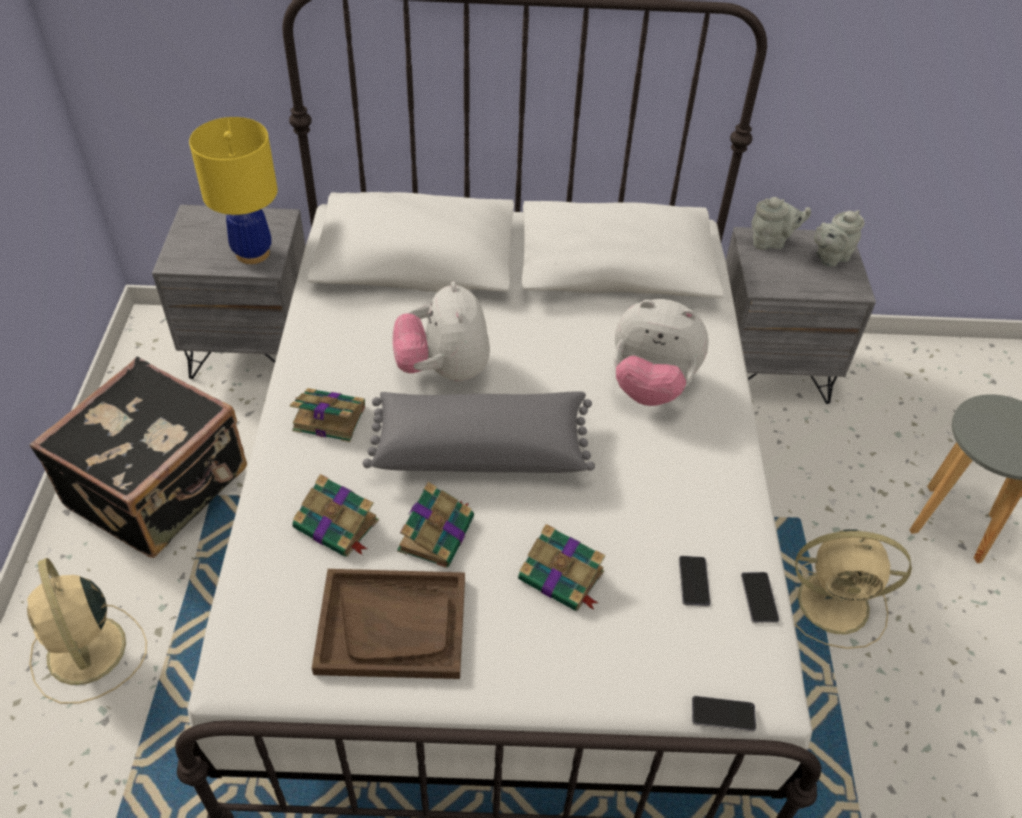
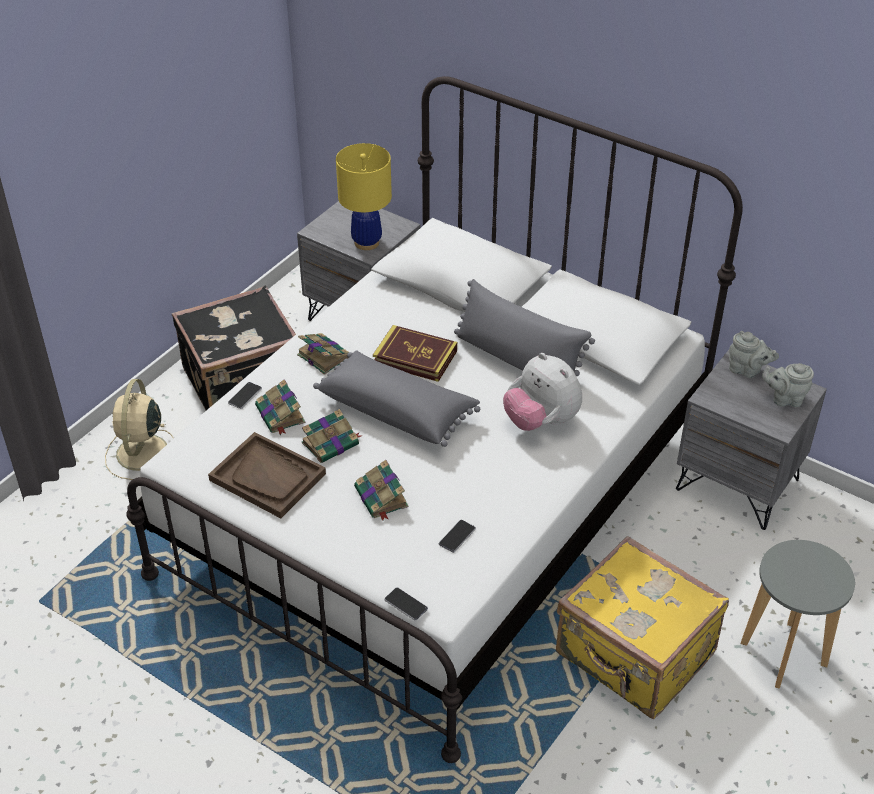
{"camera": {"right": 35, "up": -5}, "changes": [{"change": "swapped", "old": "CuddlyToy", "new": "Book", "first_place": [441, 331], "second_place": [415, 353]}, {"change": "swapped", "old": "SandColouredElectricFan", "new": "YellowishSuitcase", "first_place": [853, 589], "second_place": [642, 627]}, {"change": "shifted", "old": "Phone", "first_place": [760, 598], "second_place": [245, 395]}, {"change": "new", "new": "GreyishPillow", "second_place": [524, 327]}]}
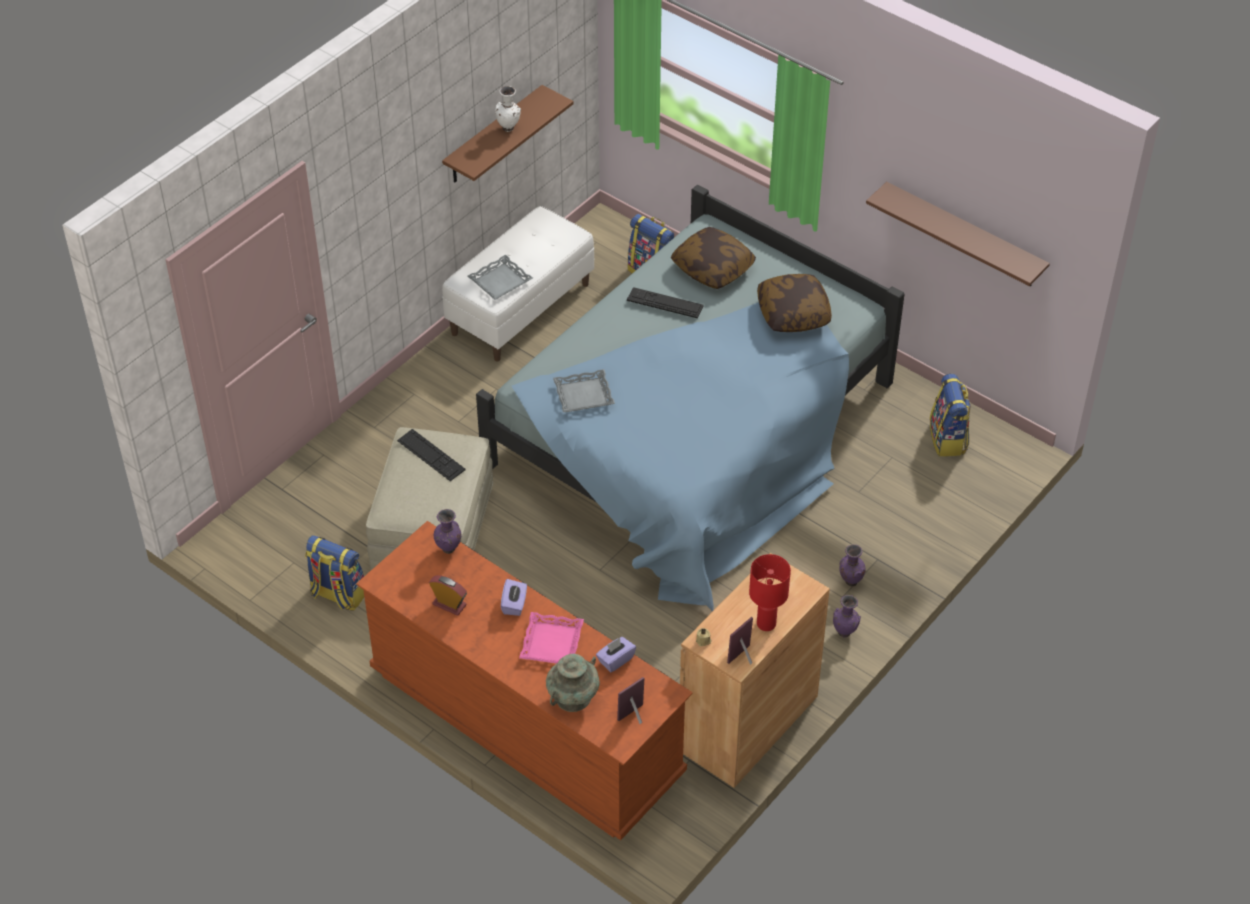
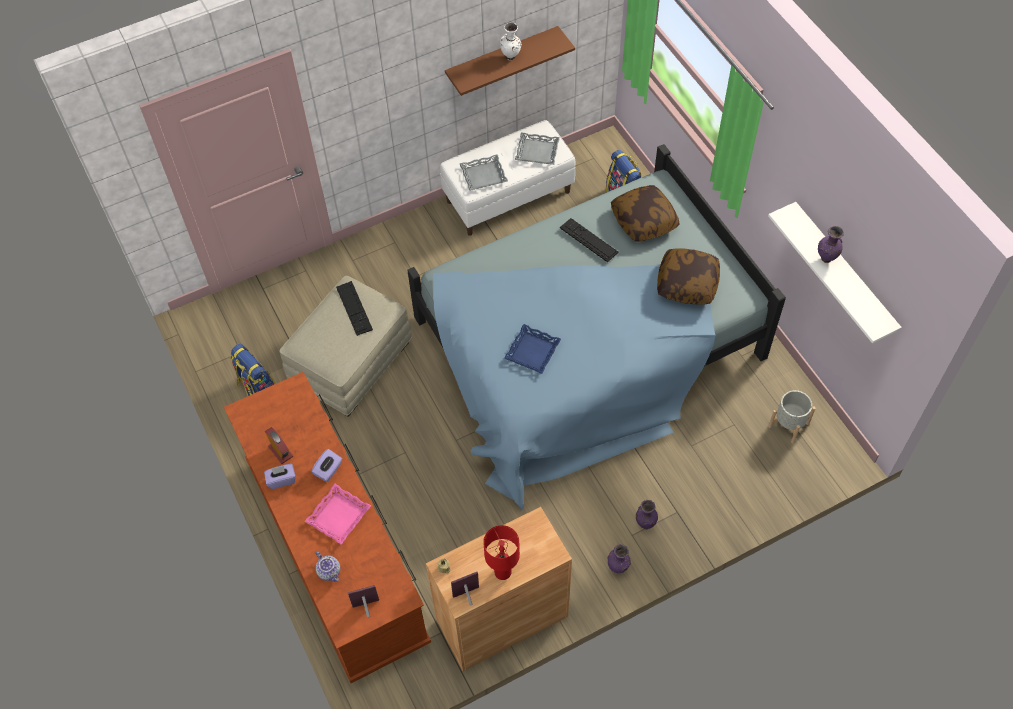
{"camera": {"right": 25, "up": 10}, "changes": [{"change": "repainted", "old": "BrownWallShelf", "new": "WhiteColouredWallShelf", "first_place": [958, 234], "second_place": [835, 272]}, {"change": "shifted", "old": "GreyishTray", "first_place": [584, 390], "second_place": [537, 149]}, {"change": "swapped", "old": "Backpack", "new": "GreyishPlantPot", "first_place": [950, 415], "second_place": [792, 416]}, {"change": "shifted", "old": "PurplishDecorativeVase", "first_place": [447, 531], "second_place": [831, 244]}, {"change": "shifted", "old": "PurplishTissueBox", "first_place": [616, 654], "second_place": [280, 476]}, {"change": "swapped", "old": "BlueGreenDecorativeVase", "new": "PotForTea", "first_place": [573, 683], "second_place": [328, 566]}, {"change": "new", "new": "BluishTray", "second_place": [532, 349]}]}
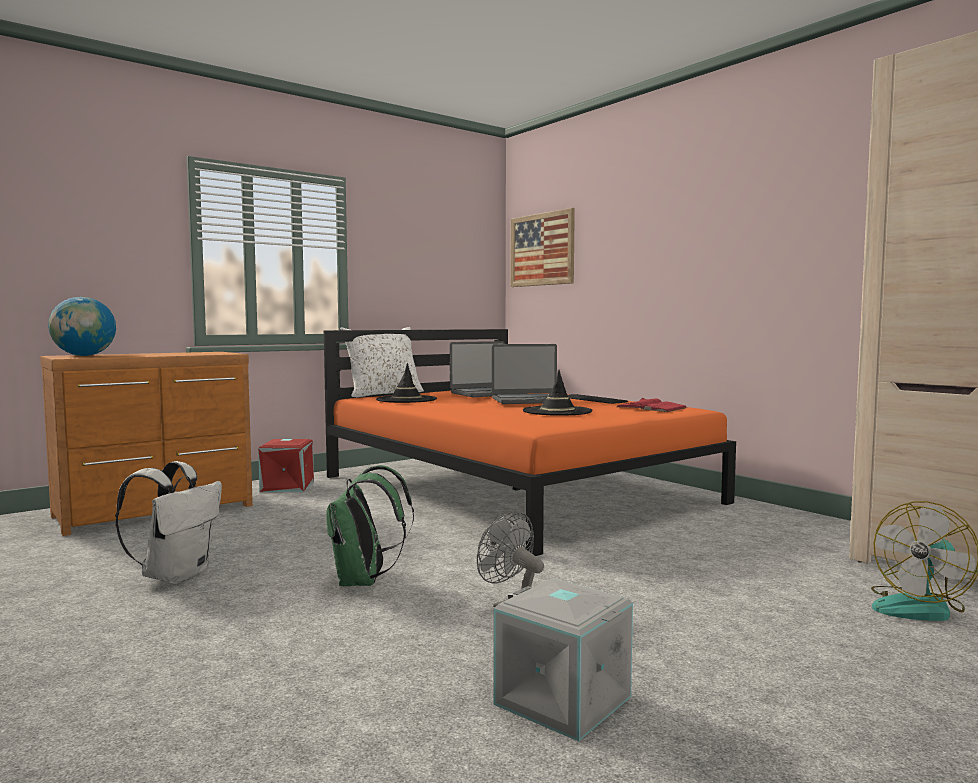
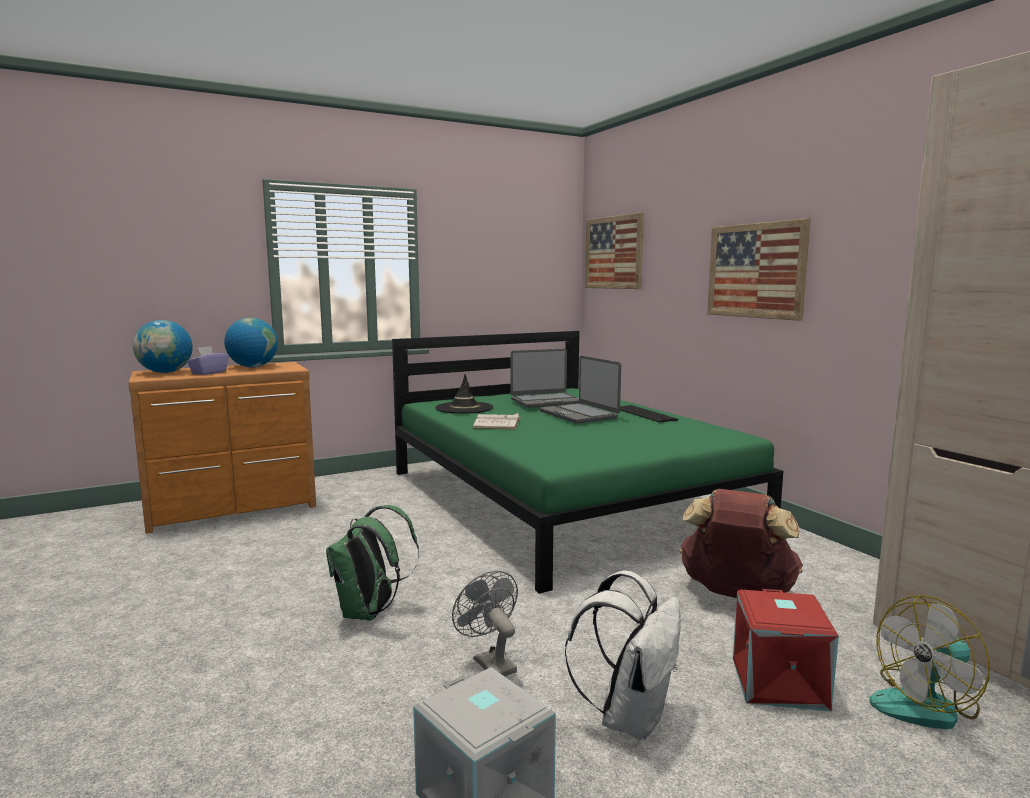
{"camera": {"right": 10, "up": 5}, "changes": [{"change": "gone", "old": "WhiteColouredPillow", "first_place": [382, 362]}, {"change": "repainted", "old": "OrangeBed", "new": "GreenColouredBed", "first_place": [530, 442], "second_place": [587, 462]}, {"change": "rotated", "old": "PortableComputer", "first_place": [524, 374], "second_place": [580, 390], "degrees": 60}, {"change": "gone", "old": "BlackishHat", "first_place": [557, 393]}, {"change": "gone", "old": "RedBook", "first_place": [652, 405]}, {"change": "shifted", "old": "RedStorageBin", "first_place": [286, 465], "second_place": [786, 650]}, {"change": "shifted", "old": "WhiteColouredBackpack", "first_place": [168, 522], "second_place": [623, 656]}, {"change": "new", "new": "WallPicture", "second_place": [759, 269]}, {"change": "new", "new": "DeskGlobe", "second_place": [251, 342]}, {"change": "new", "new": "PurplishTissueBox", "second_place": [207, 360]}, {"change": "new", "new": "WhiteColouredBook", "second_place": [496, 421]}, {"change": "new", "new": "BrownBackpack", "second_place": [741, 543]}]}
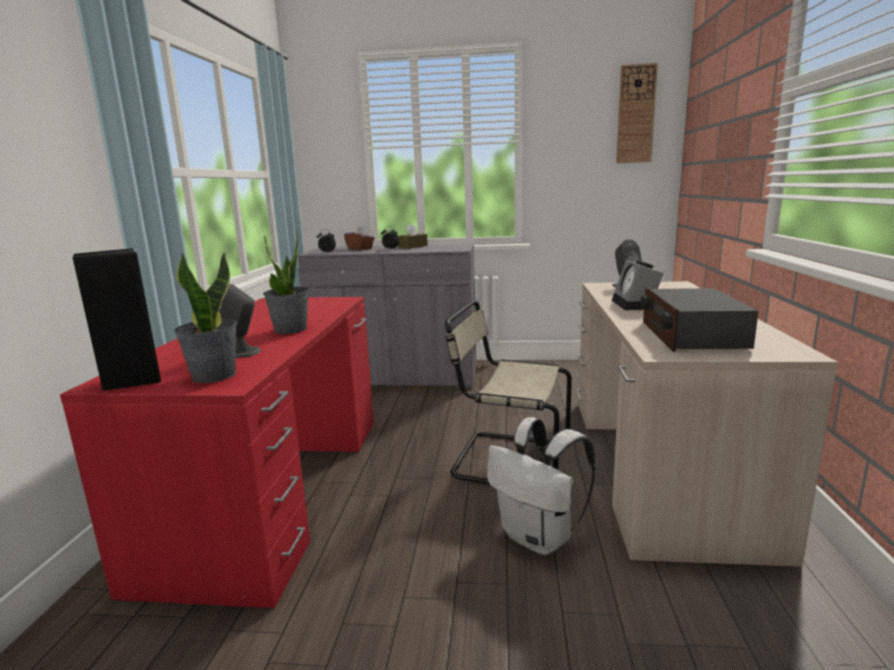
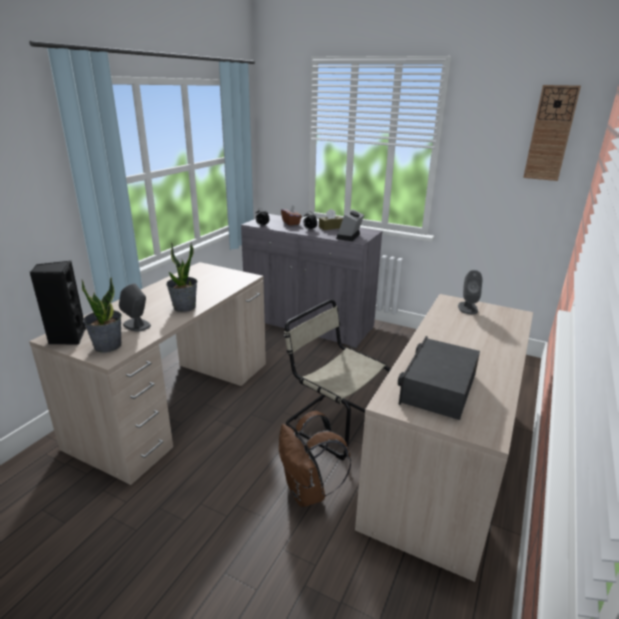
{"camera": {"right": 20, "up": 10}, "changes": [{"change": "shifted", "old": "AlarmClock", "first_place": [638, 284], "second_place": [350, 225]}, {"change": "repainted", "old": "RedDeskUnit", "new": "SandColouredDeskUnit", "first_place": [217, 452], "second_place": [147, 373]}, {"change": "repainted", "old": "WhiteColouredBackpack", "new": "BrownBackpack", "first_place": [541, 486], "second_place": [315, 459]}]}
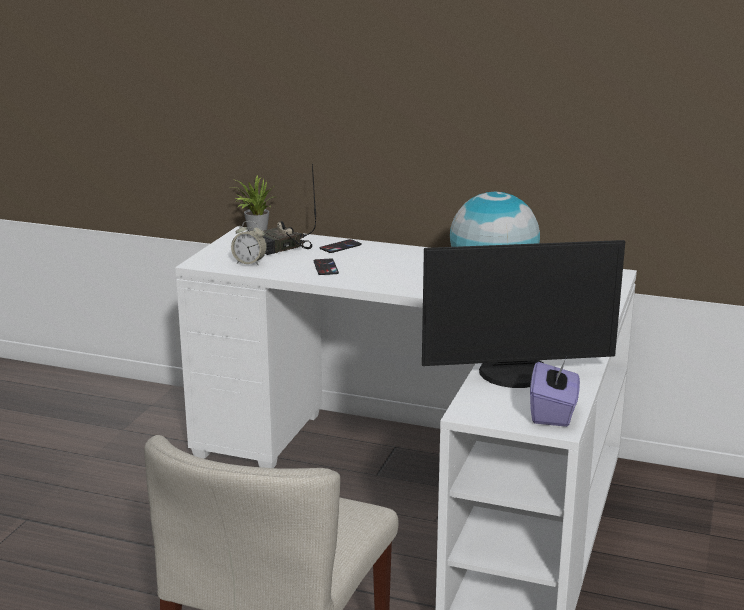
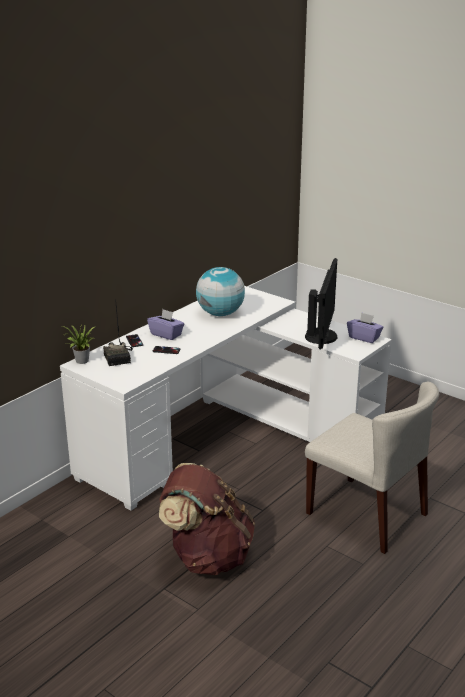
{"camera": {"right": -70, "up": 5}, "changes": [{"change": "gone", "old": "AlarmClock", "first_place": [249, 243]}, {"change": "new", "new": "PurplishTissueBox", "second_place": [165, 324]}, {"change": "new", "new": "BrownBackpack", "second_place": [207, 519]}]}
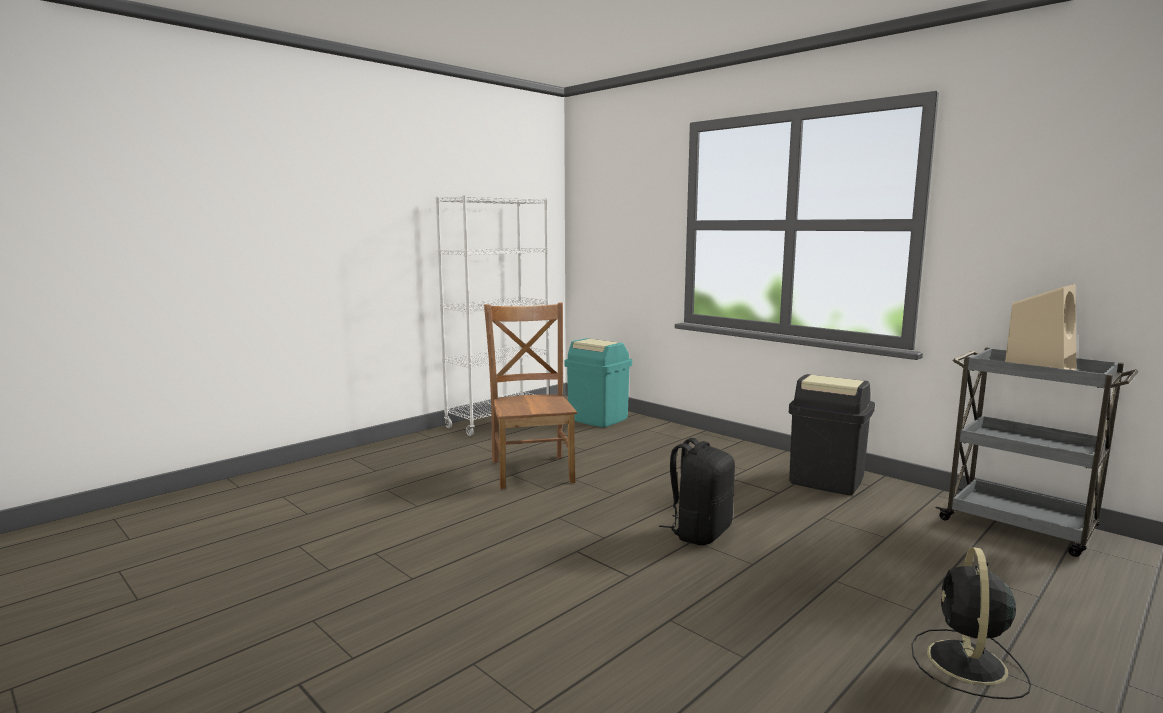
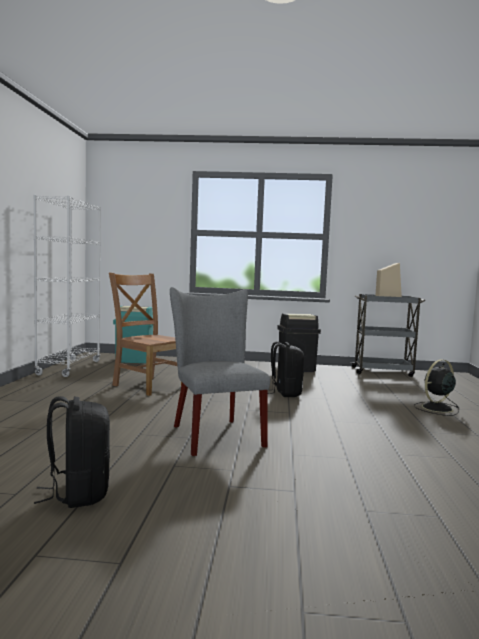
{"camera": {"right": -40, "up": -5}, "changes": [{"change": "rotated", "old": "BlackishElectricFan", "first_place": [971, 623], "second_place": [436, 387], "degrees": 75}, {"change": "new", "new": "GreyishChair", "second_place": [220, 371]}, {"change": "new", "new": "BlackishBackpack", "second_place": [72, 452]}]}
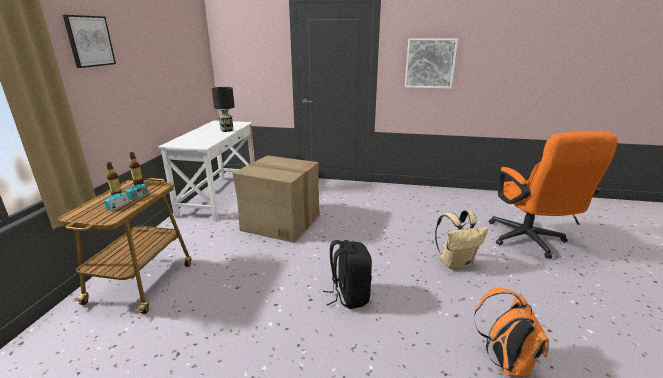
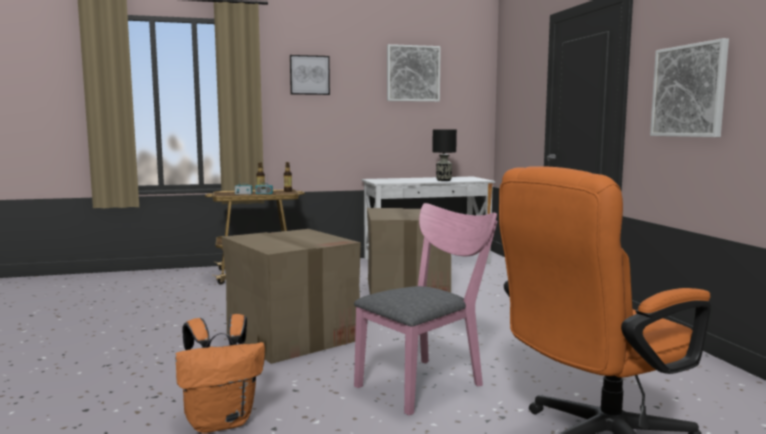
{"camera": {"right": 65, "up": -15}, "changes": [{"change": "swapped", "old": "SandColouredBackpack", "new": "PinkColouredChair", "first_place": [461, 240], "second_place": [426, 309]}, {"change": "swapped", "old": "BlackishBackpack", "new": "Carton", "first_place": [347, 274], "second_place": [291, 296]}, {"change": "new", "new": "WallPicture", "second_place": [414, 73]}]}
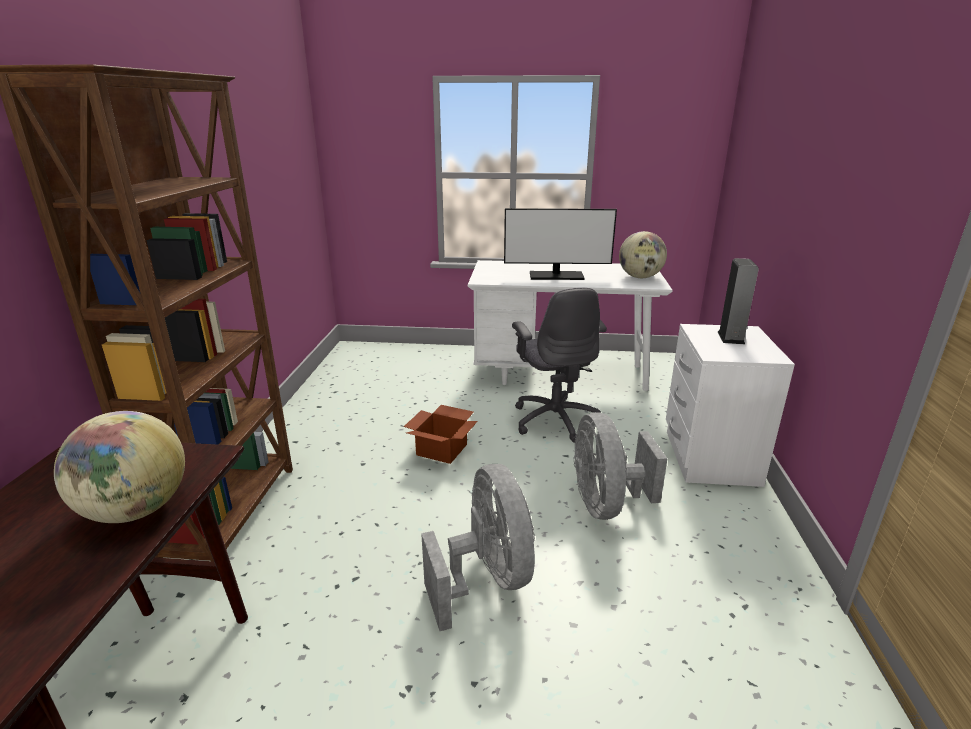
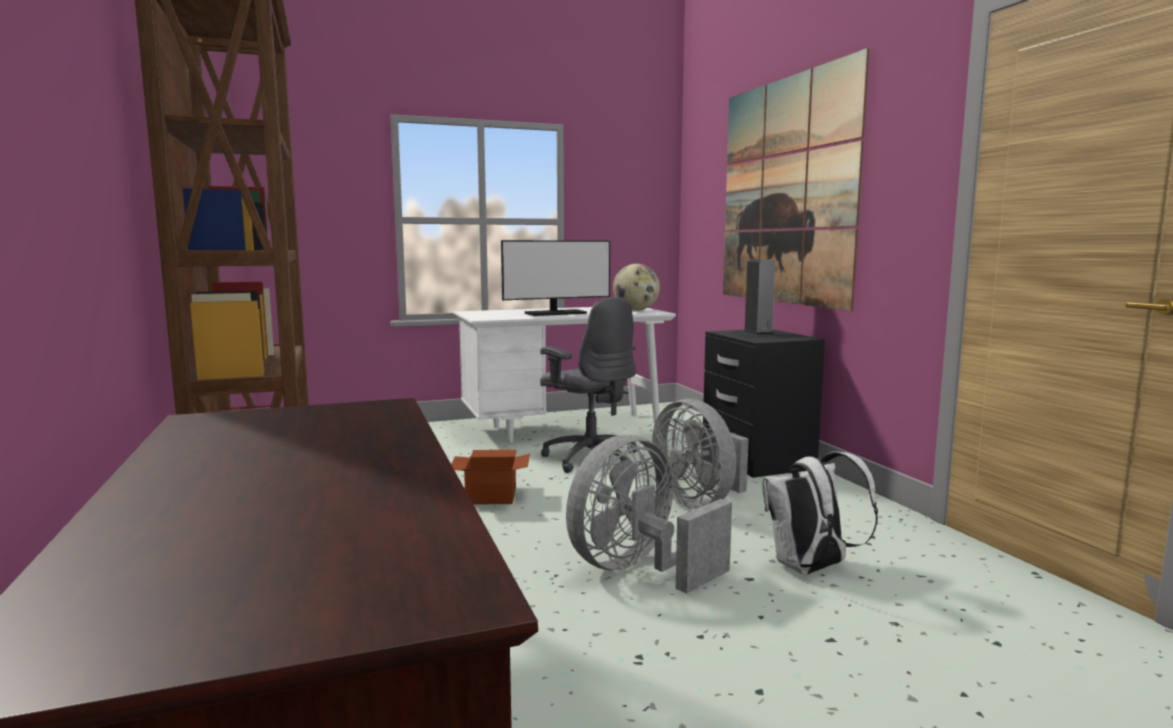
{"camera": {"right": -25, "up": -15}, "changes": [{"change": "repainted", "old": "WhiteColouredNightstand", "new": "BlackishNightstand", "first_place": [730, 405], "second_place": [764, 403]}, {"change": "gone", "old": "DeskGlobe", "first_place": [119, 467]}, {"change": "rotated", "old": "GreyishElectricFan", "first_place": [478, 547], "second_place": [649, 514], "degrees": -90}, {"change": "new", "new": "WallPicture", "second_place": [796, 179]}, {"change": "new", "new": "WhiteColouredBackpack", "second_place": [820, 513]}]}
